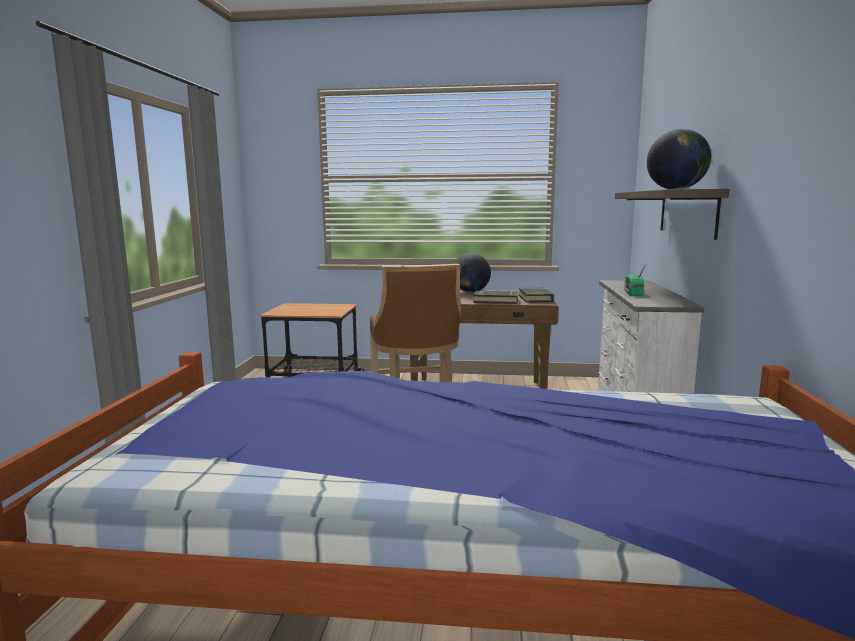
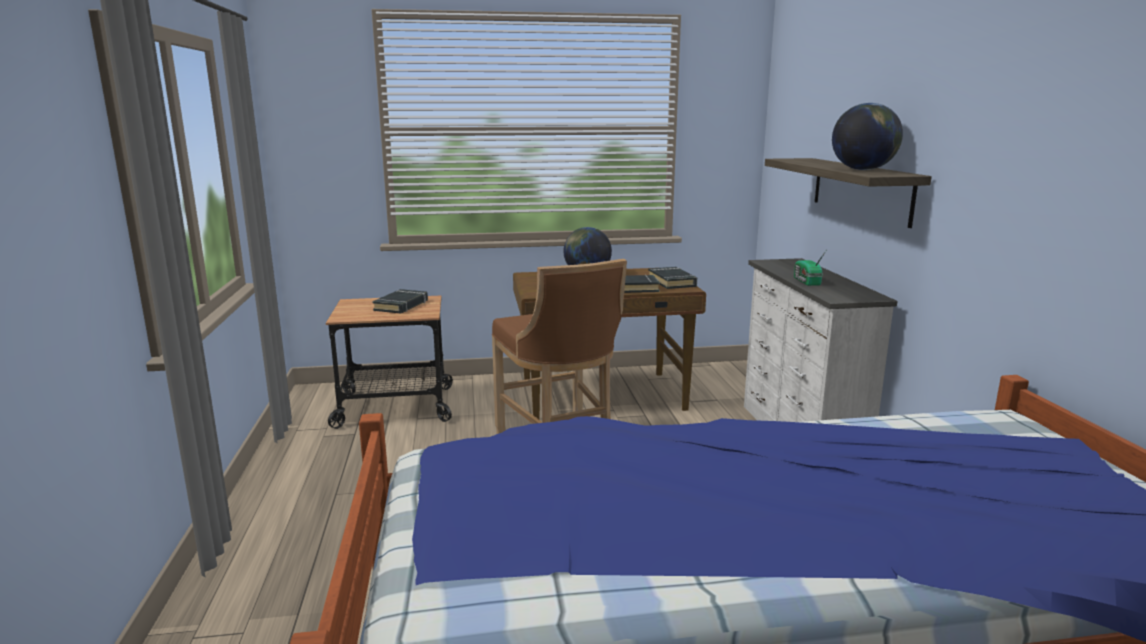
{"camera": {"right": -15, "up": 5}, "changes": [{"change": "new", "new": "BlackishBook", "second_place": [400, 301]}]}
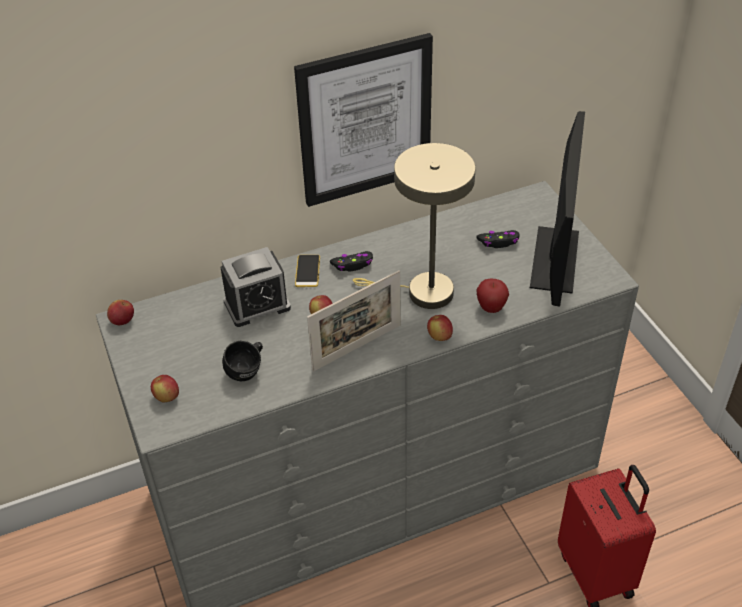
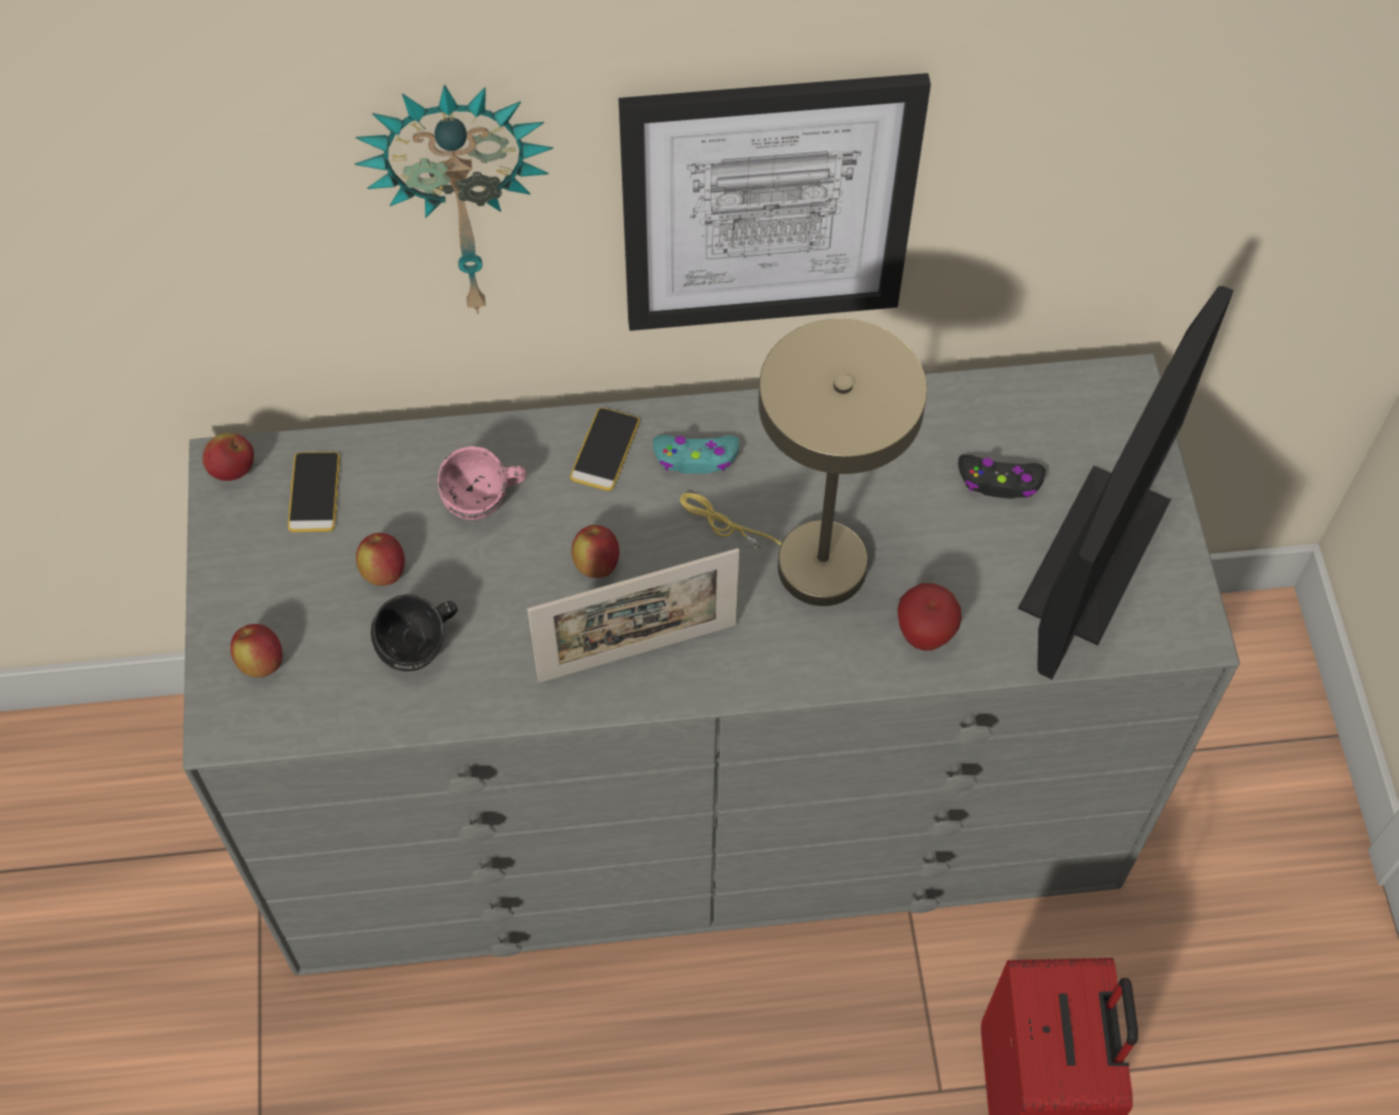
{"camera": {"right": 15, "up": 15}, "changes": [{"change": "swapped", "old": "AlarmClock", "new": "PinkColouredCoffeeMug", "first_place": [255, 287], "second_place": [482, 483]}, {"change": "repainted", "old": "BlackishJoypad", "new": "BlueGreenJoypad", "first_place": [351, 261], "second_place": [696, 454]}, {"change": "shifted", "old": "AppleFruit", "first_place": [440, 328], "second_place": [380, 559]}, {"change": "new", "new": "WallClock", "second_place": [454, 199]}, {"change": "new", "new": "Phone", "second_place": [314, 492]}]}
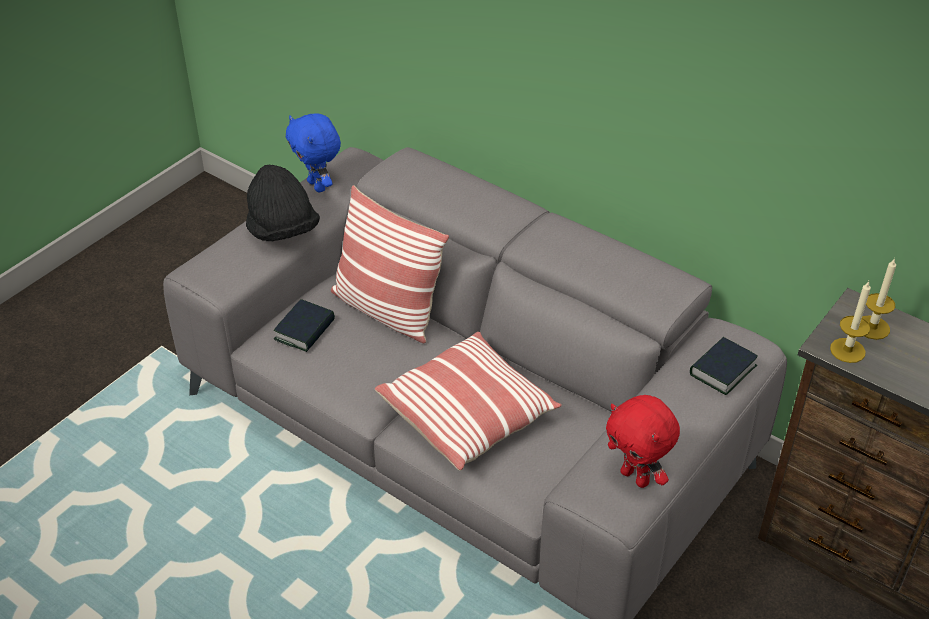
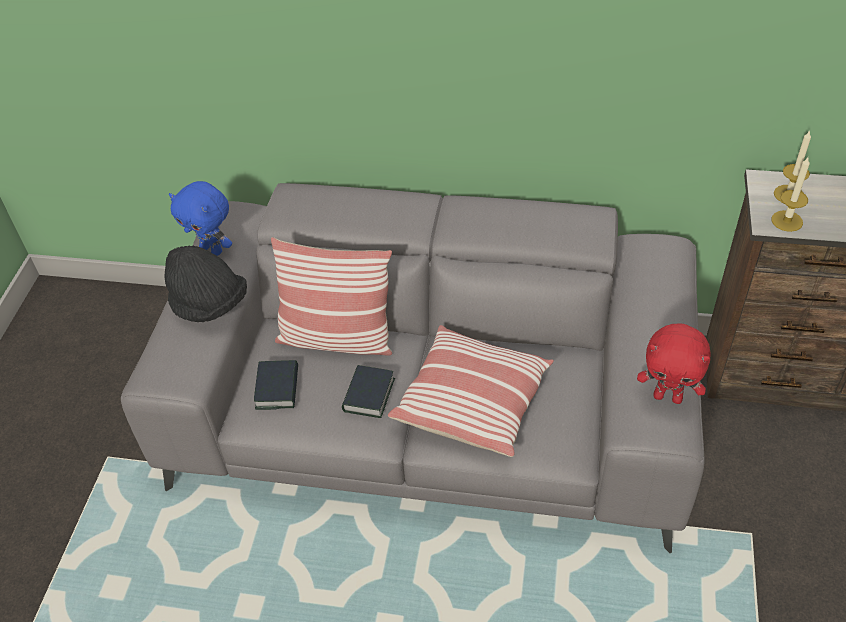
{"camera": {"right": -25, "up": 5}, "changes": [{"change": "shifted", "old": "Book", "first_place": [724, 366], "second_place": [368, 391]}]}
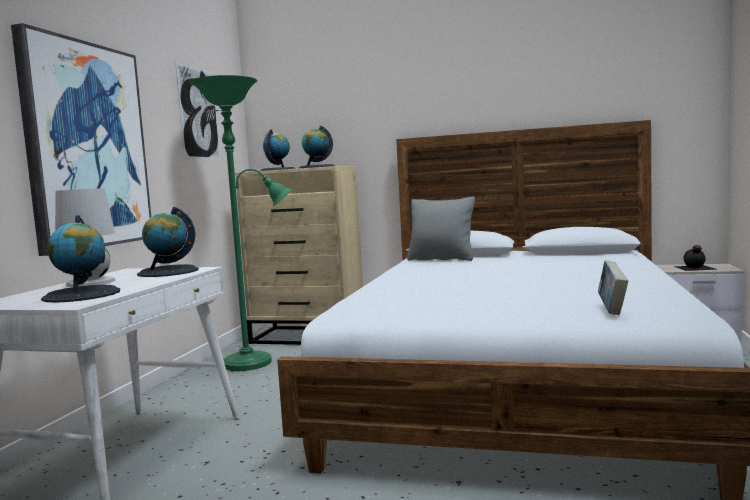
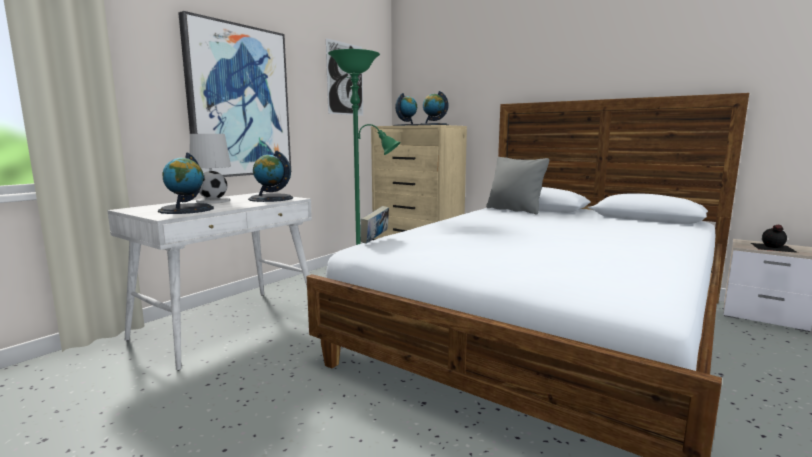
{"camera": {"right": 20, "up": 5}, "changes": [{"change": "shifted", "old": "Book", "first_place": [613, 287], "second_place": [374, 225]}]}
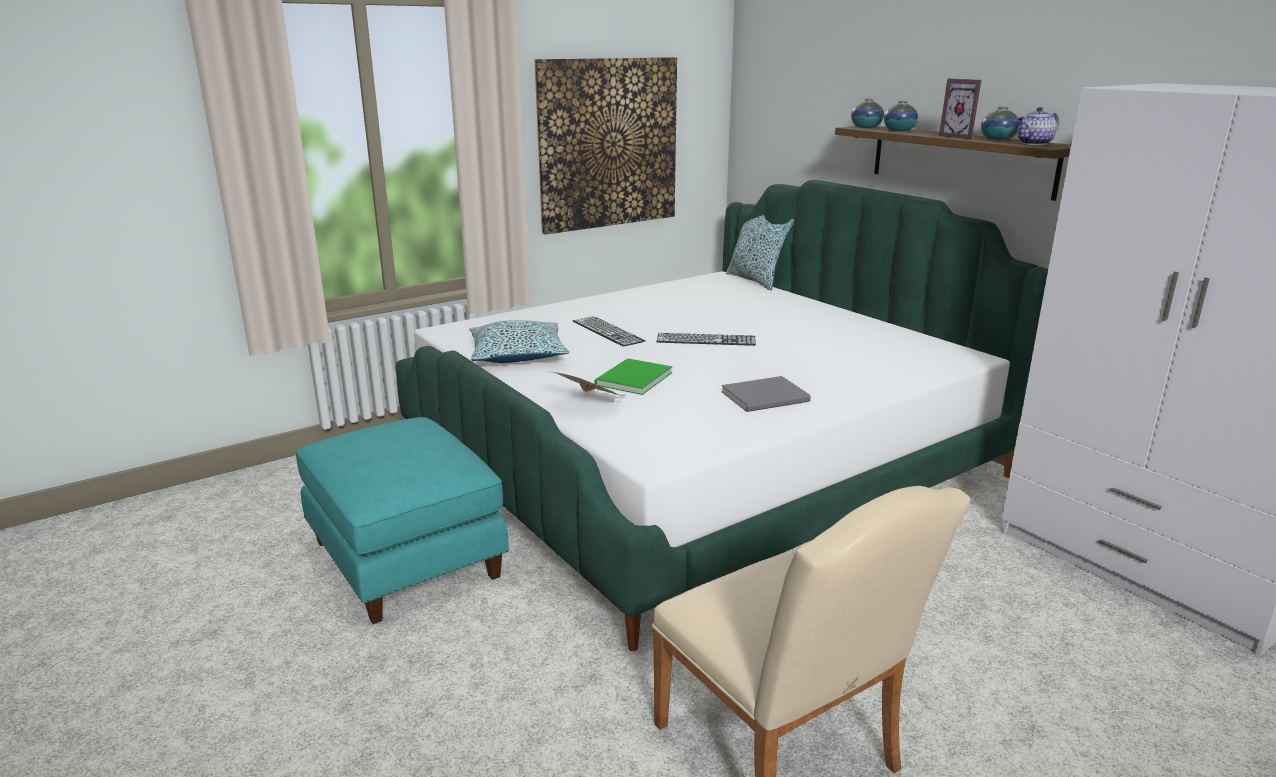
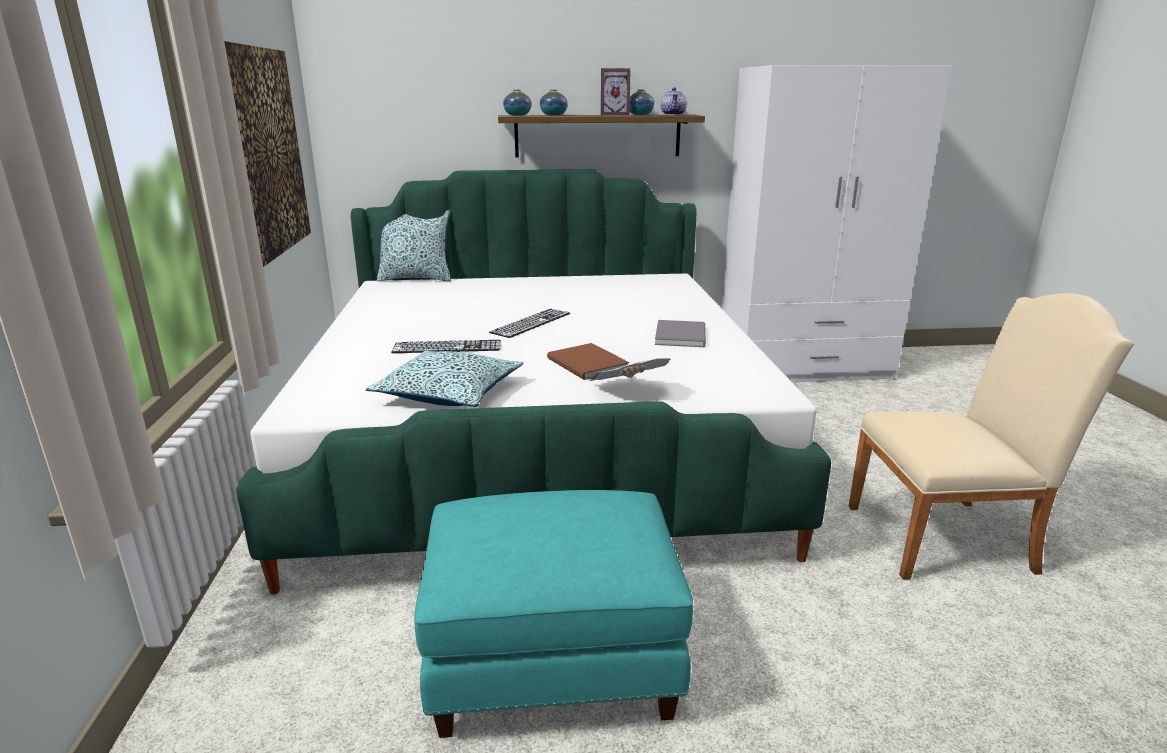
{"camera": {"right": -60, "up": 0}, "changes": [{"change": "repainted", "old": "GreenColouredBook", "new": "BrownBook", "first_place": [633, 376], "second_place": [588, 361]}]}
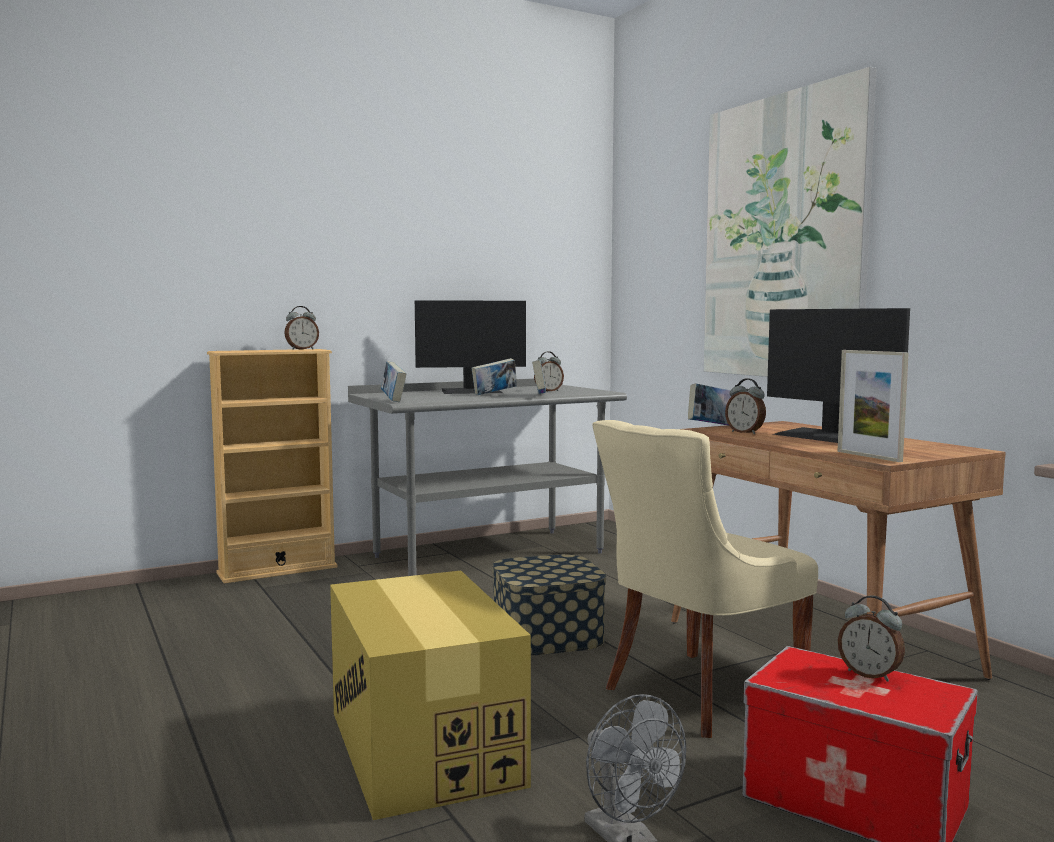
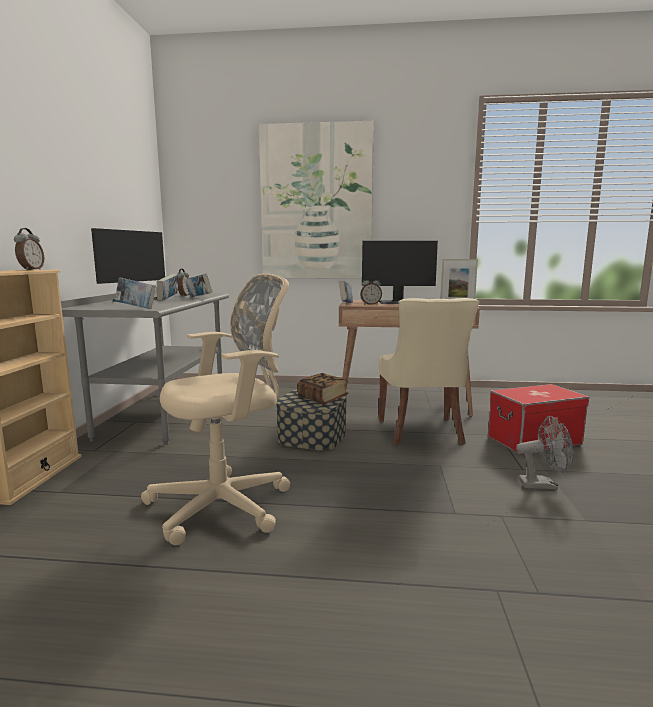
{"camera": {"right": -55, "up": 5}, "changes": [{"change": "gone", "old": "Carton", "first_place": [430, 695]}, {"change": "gone", "old": "AlarmClock", "first_place": [871, 638]}, {"change": "new", "new": "SandColouredComputerChair", "second_place": [215, 409]}, {"change": "new", "new": "Book", "second_place": [323, 389]}]}
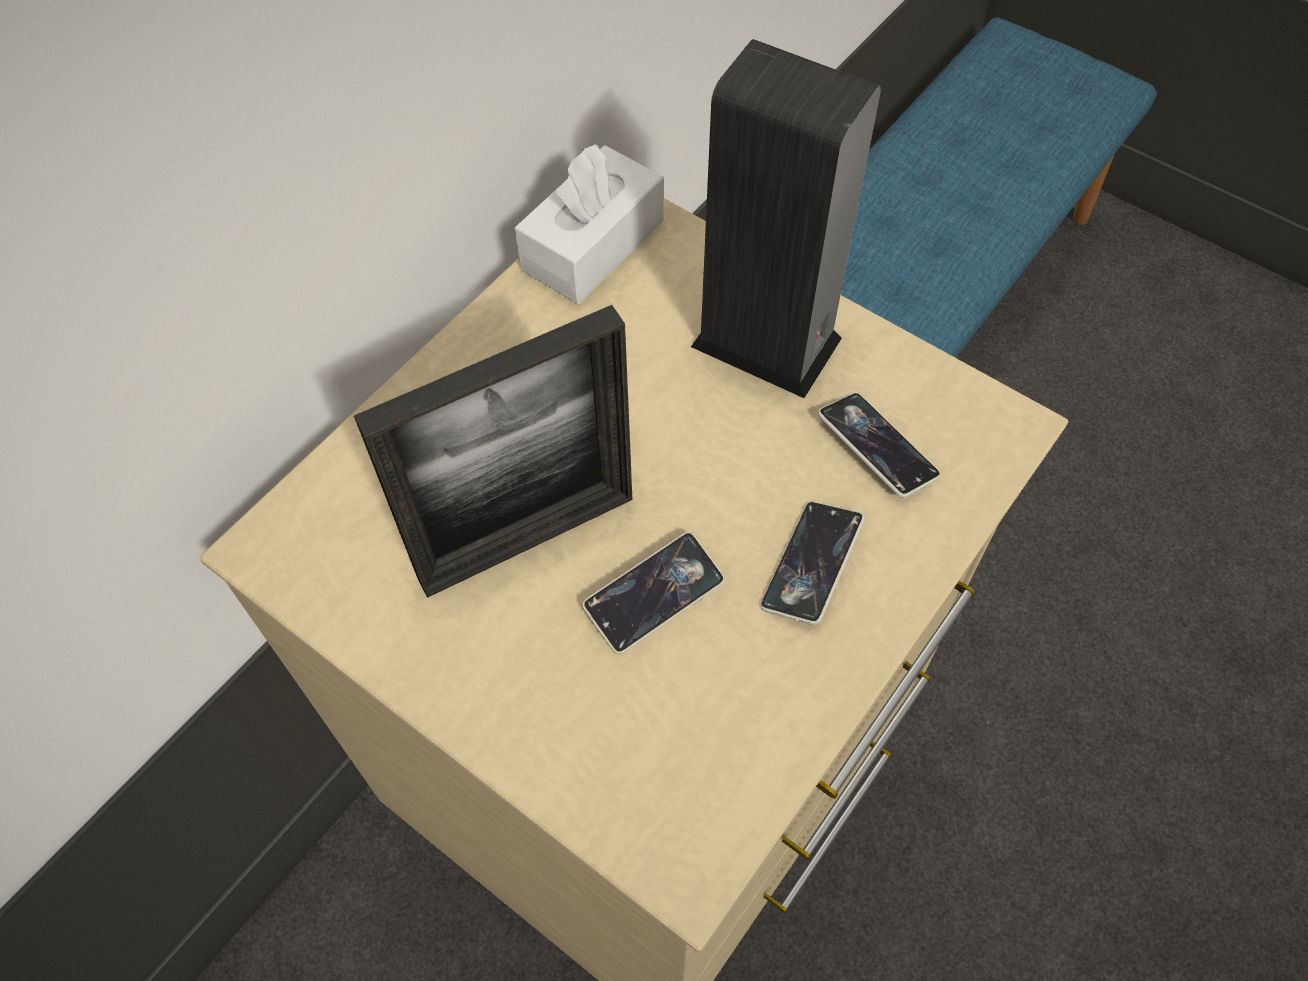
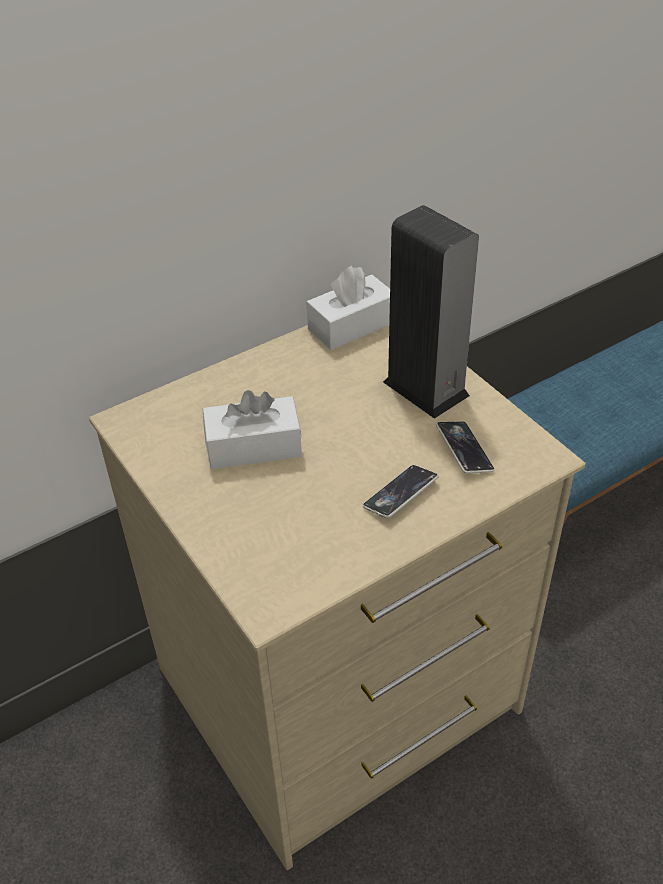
{"camera": {"right": 20, "up": -15}, "changes": [{"change": "swapped", "old": "PhotoFrame", "new": "WhiteColouredTissueBox", "first_place": [493, 451], "second_place": [252, 429]}, {"change": "gone", "old": "Phone", "first_place": [653, 593]}]}
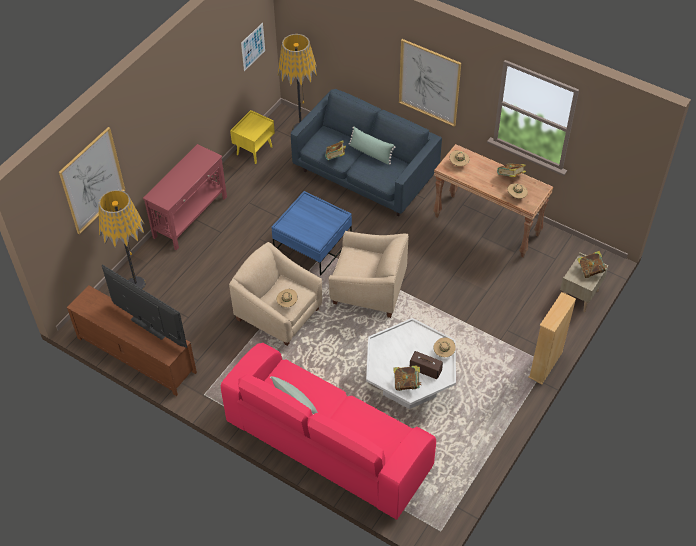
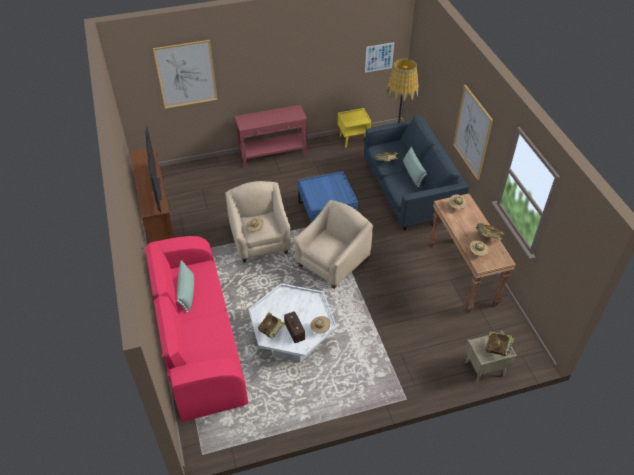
{"camera": {"right": 40, "up": -5}, "changes": [{"change": "gone", "old": "FloorLamp", "first_place": [122, 239]}, {"change": "rotated", "old": "SandColouredArmchair", "first_place": [368, 274], "second_place": [333, 244], "degrees": -105}, {"change": "gone", "old": "SandColouredShelvingUnit", "first_place": [552, 338]}]}
